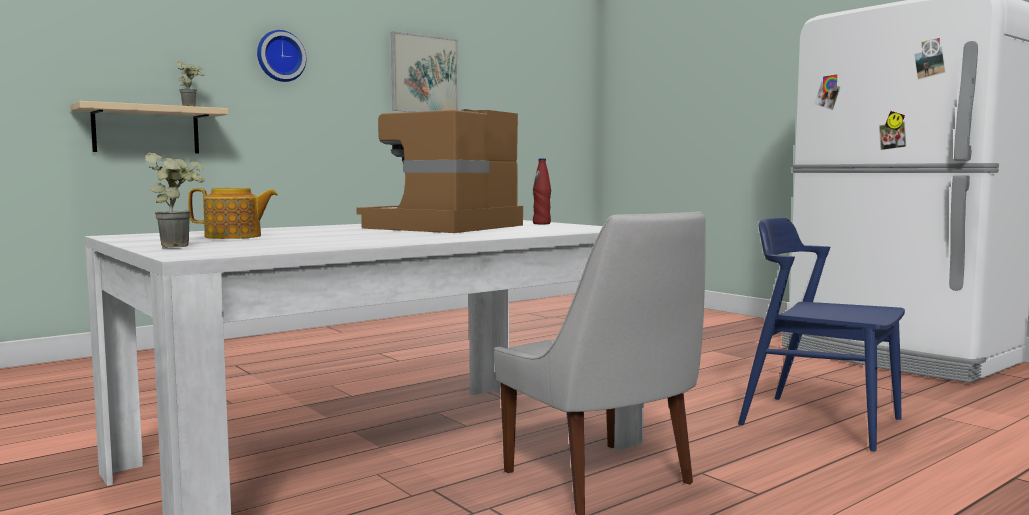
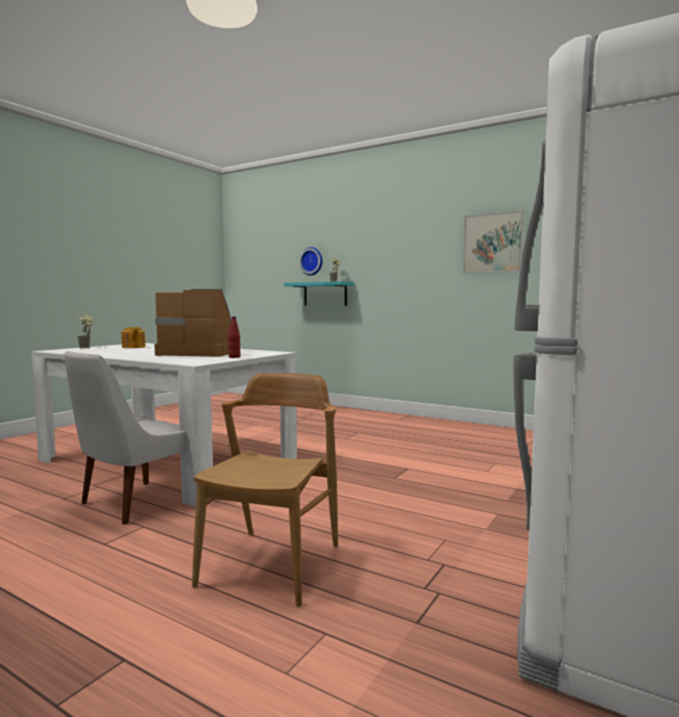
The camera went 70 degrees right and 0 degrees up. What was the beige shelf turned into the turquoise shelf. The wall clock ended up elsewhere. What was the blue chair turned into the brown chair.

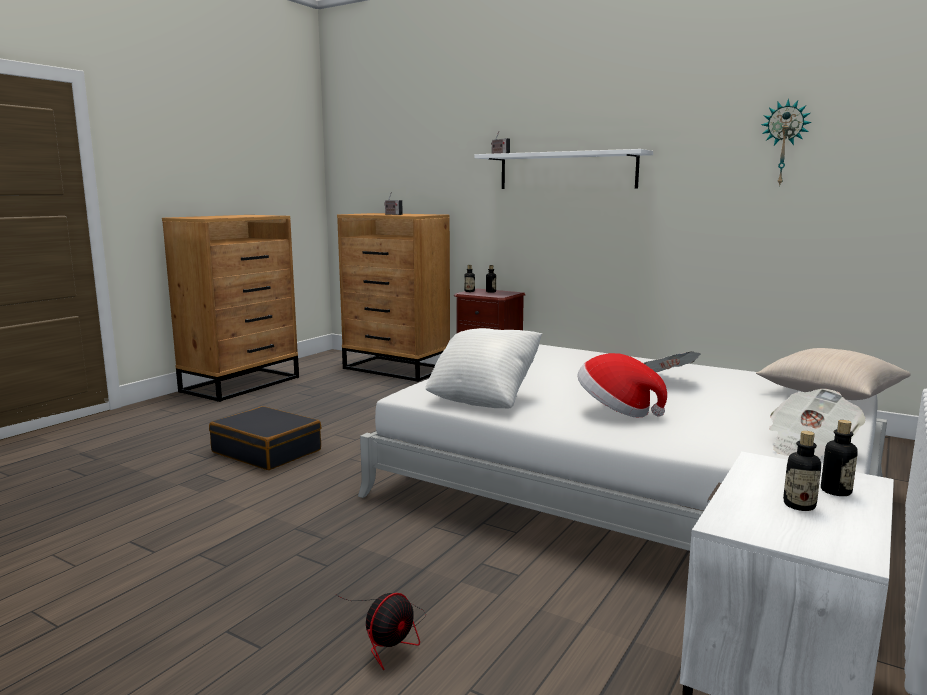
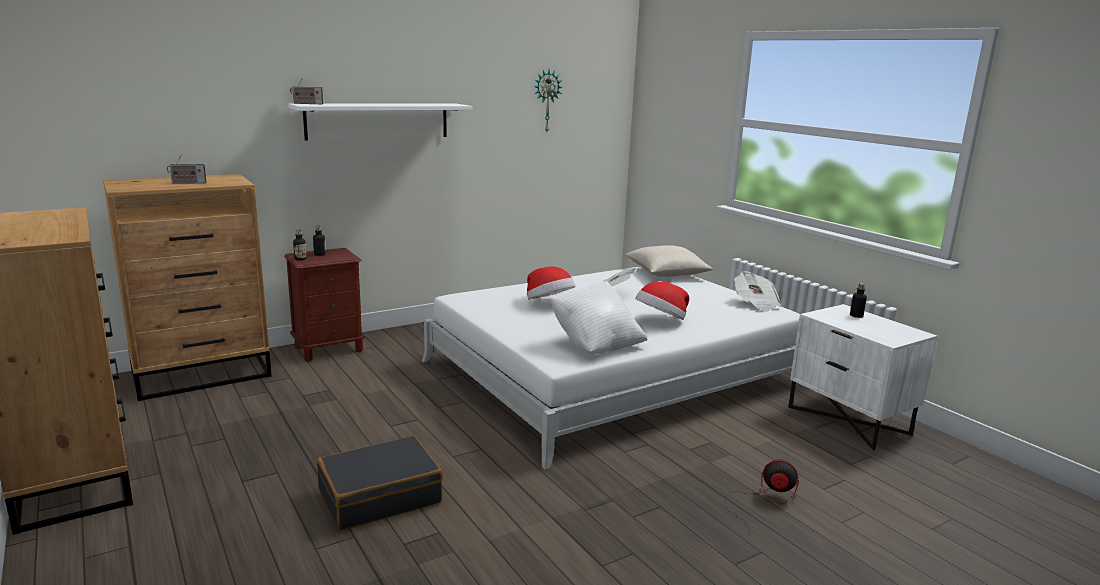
The camera went 65 degrees left and 5 degrees up. The fan ended up facing another way, 45 degrees counterclockwise from before. The second view lost the bottle (3rd from left). The second view gained the hat (1st from left).

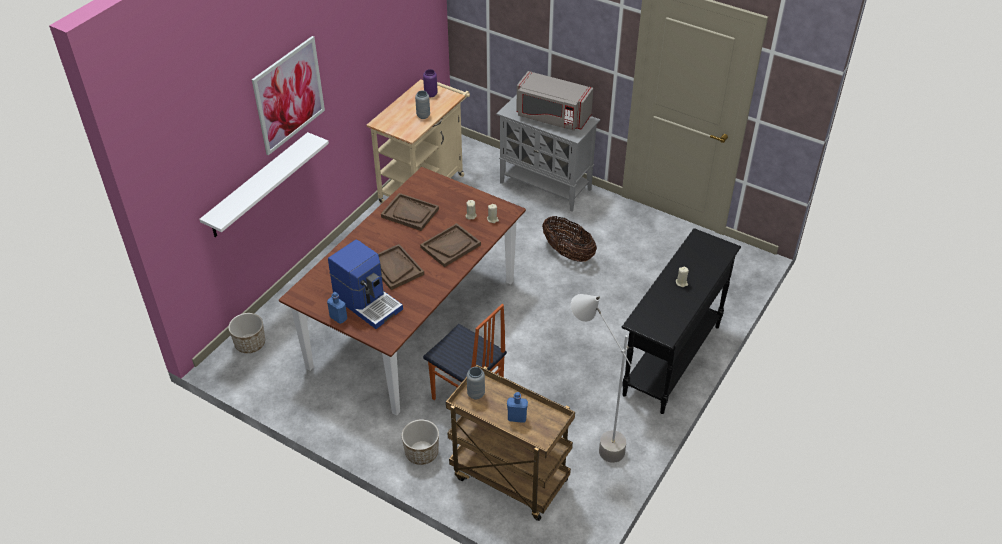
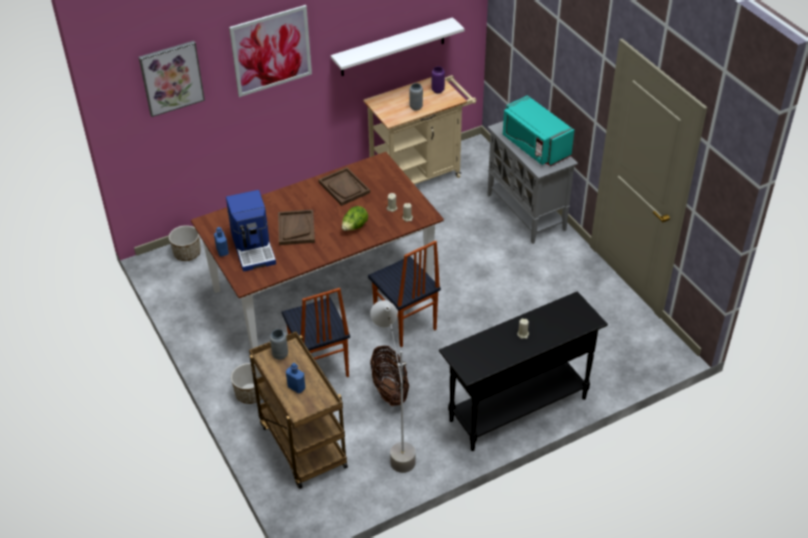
The camera went 30 degrees right and 0 degrees up. The white shelf ended up elsewhere. Where the brown tray (3rd from left) stood, the lettuce came to stand. What was the grey microwave turned into the turquoise microwave. The basket ended up elsewhere. The second view gained the picture (1st from left). The second view gained the chair (2nd from left).

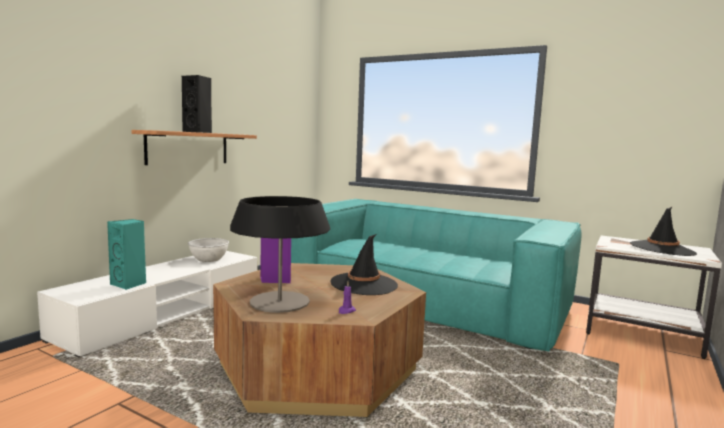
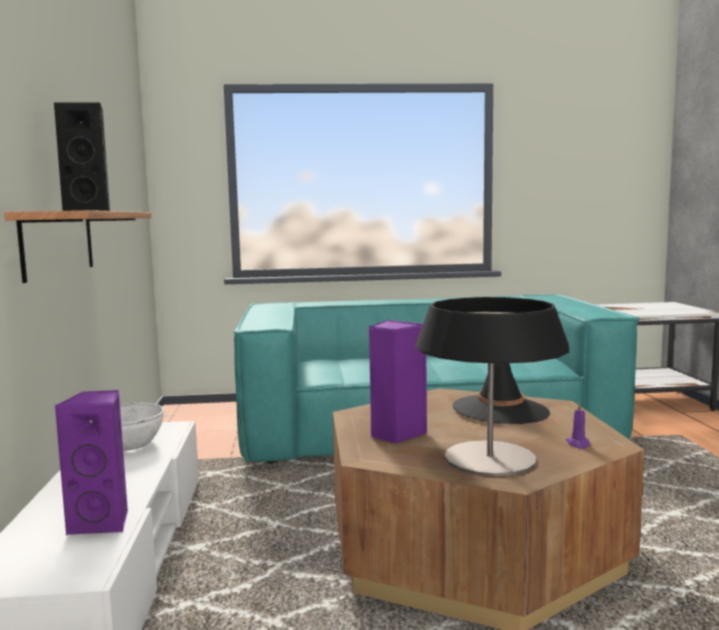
The camera went 35 degrees left and 0 degrees up. What was the turquoise speaker turned into the purple speaker (1st from left). The second view lost the black hat (2nd from left).

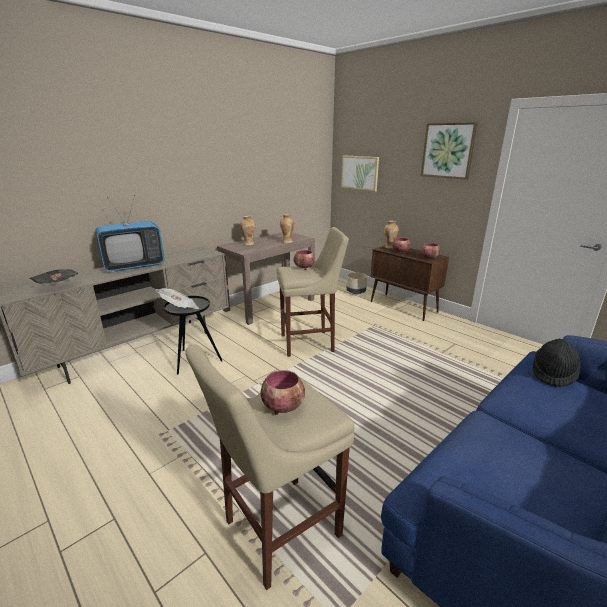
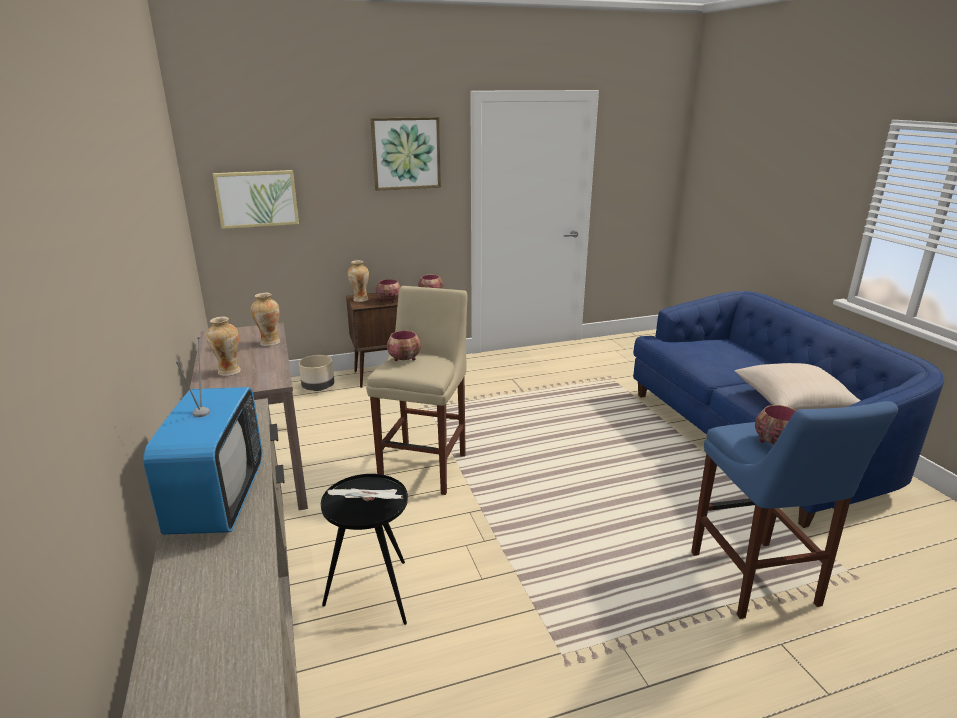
The camera went 65 degrees left and 0 degrees up. The second view lost the newspaper (1st from left). What was the beige stool (1st from left) turned into the blue stool. The second view lost the black hat. The second view gained the beige pillow.

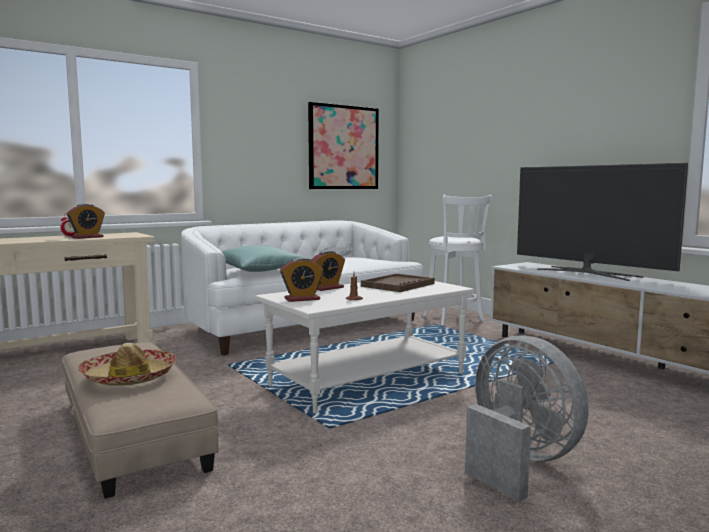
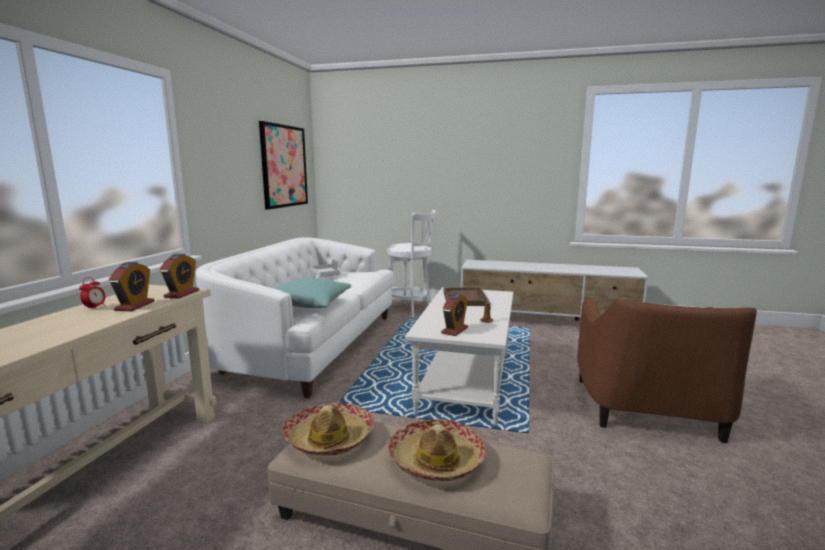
The camera went 40 degrees left and 5 degrees up. The alarm clock (4th from left in the first image) ended up elsewhere. Where the grey fan stood, the brown armchair came to stand. The second view lost the television. The second view gained the hat (1st from left).

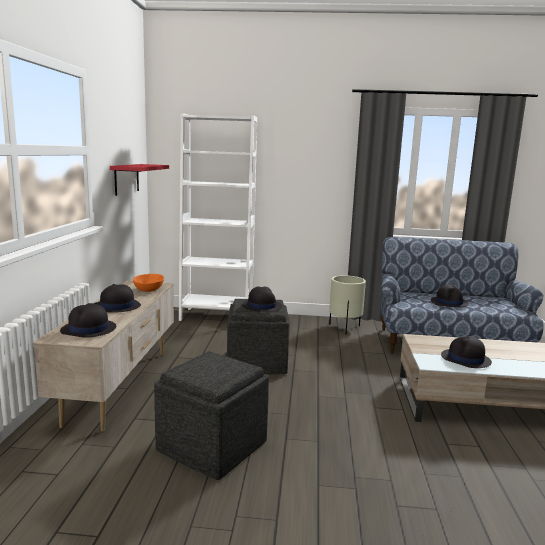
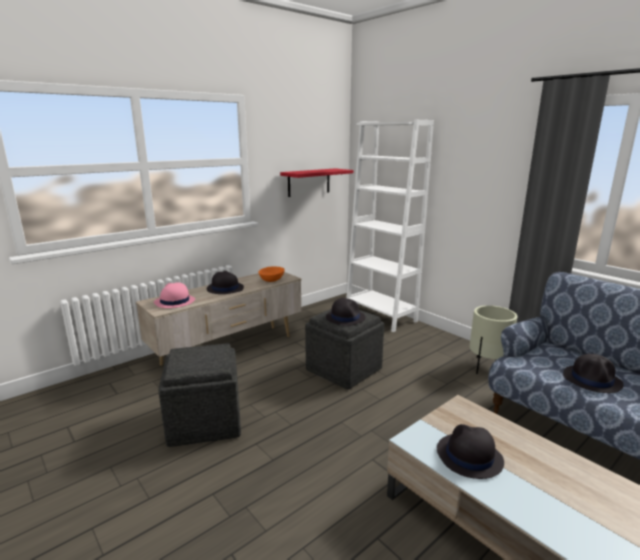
The camera went 45 degrees right and 5 degrees up. What was the black hat (1st from left) turned into the pink hat.

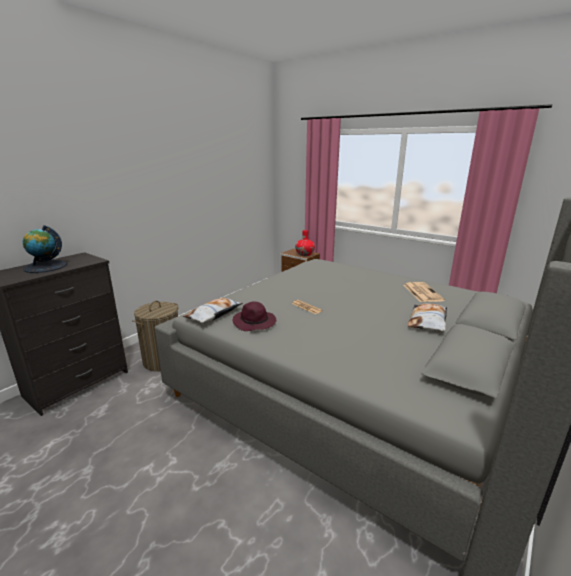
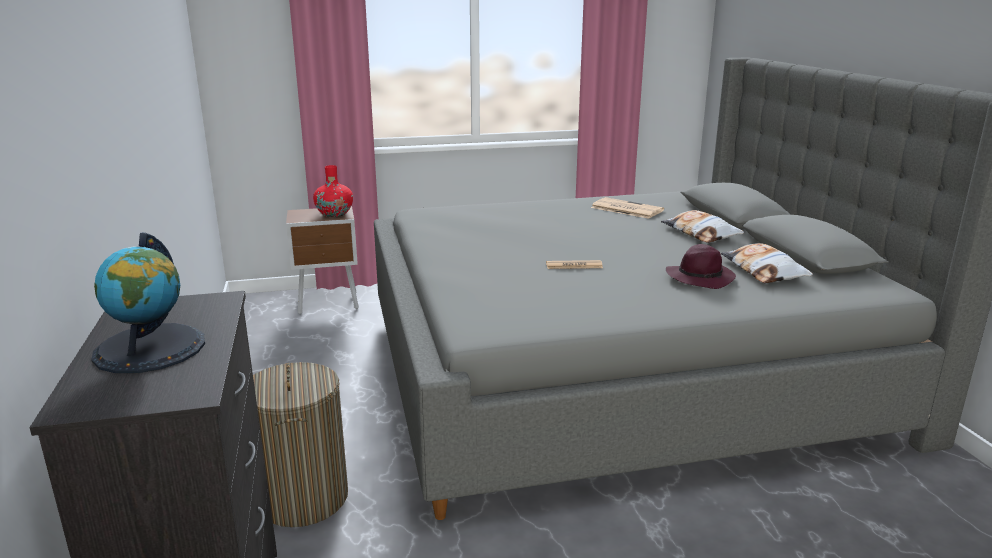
The camera went 50 degrees left and 0 degrees up. The pillow (1st from left in the first image) ended up elsewhere. The purple hat ended up elsewhere.

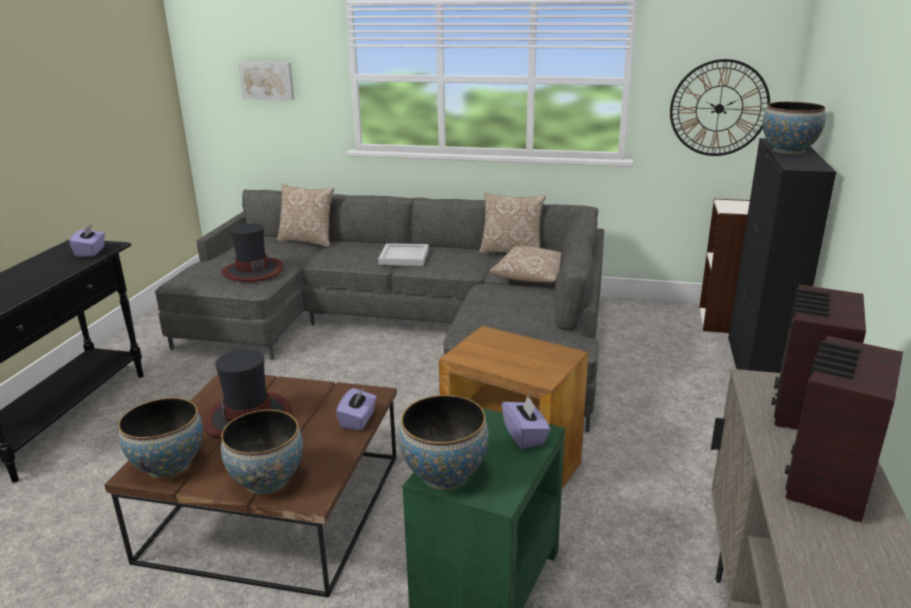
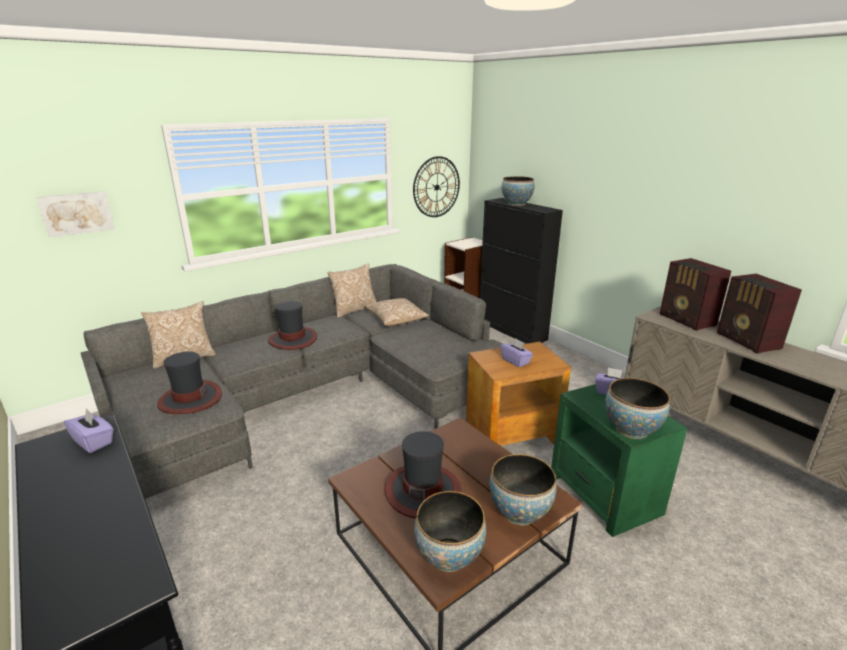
The camera went 50 degrees left and 0 degrees up. The purple tissue box (2nd from left) ended up elsewhere. Where the white tray stood, the hat (2nd from left) came to stand.

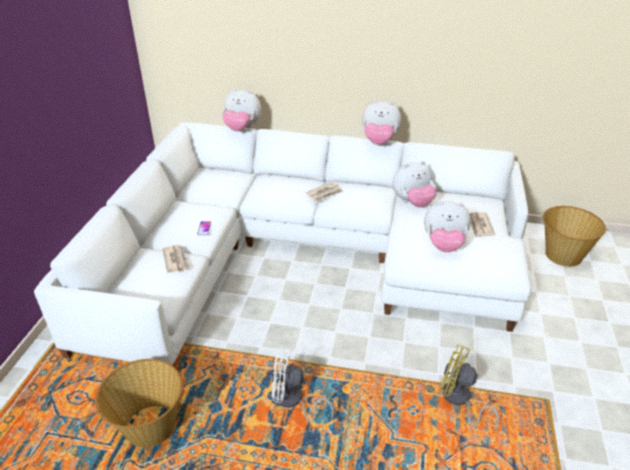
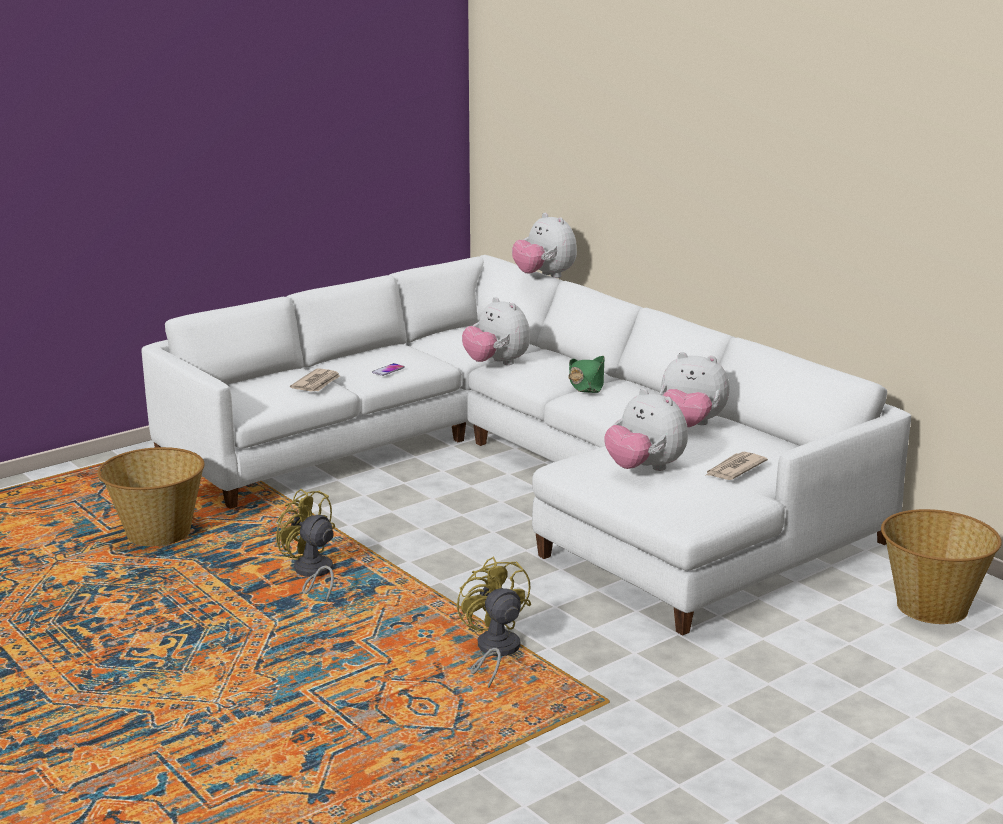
The camera went 40 degrees right and 15 degrees down. What was the white fan turned into the yellow fan (1st from left). Where the newspaper (2nd from left) stood, the green hat came to stand. The plush toy (2nd from left in the first image) ended up elsewhere.

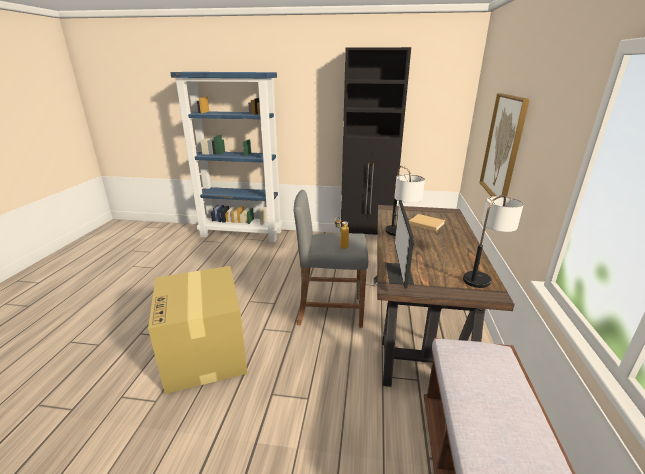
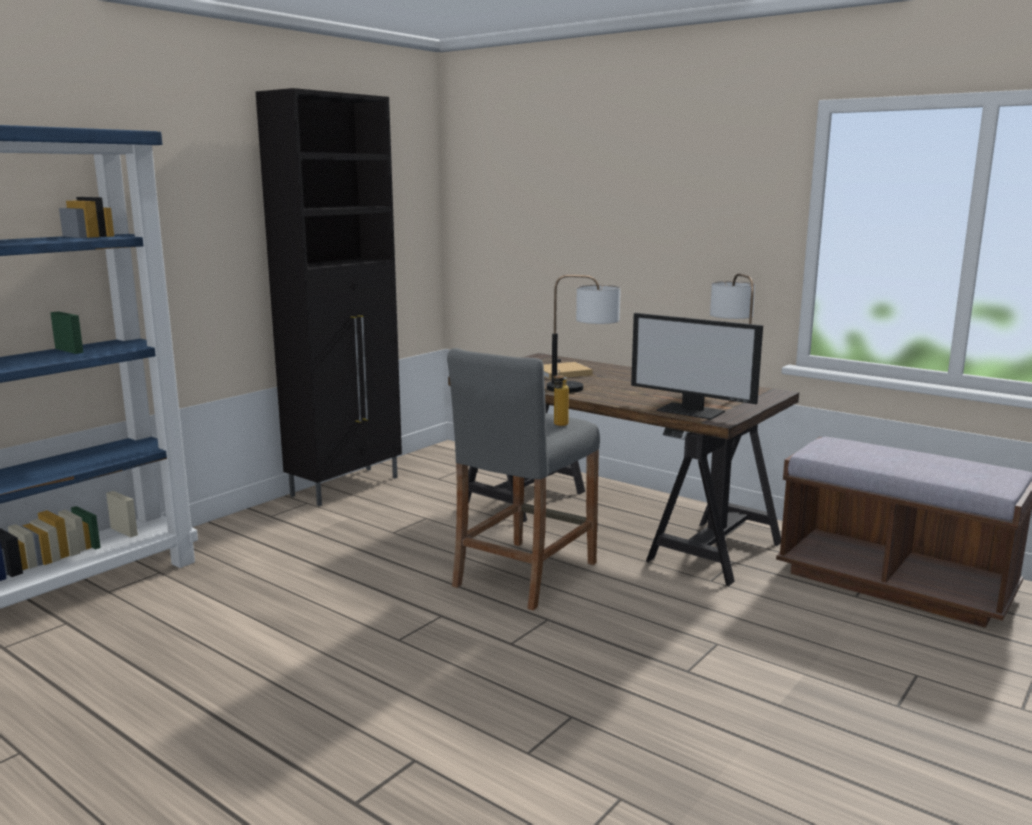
The camera went 60 degrees left and 10 degrees down. The second view lost the cardboard box. The second view lost the picture.

